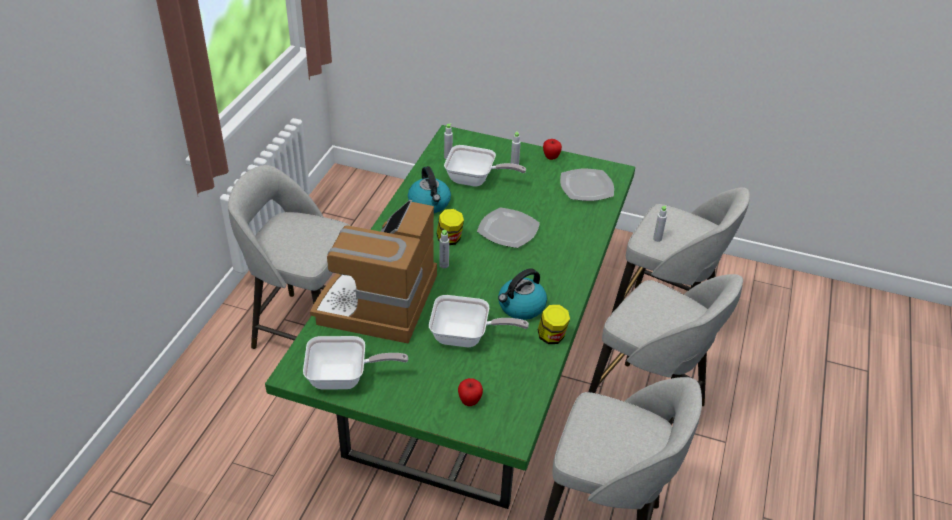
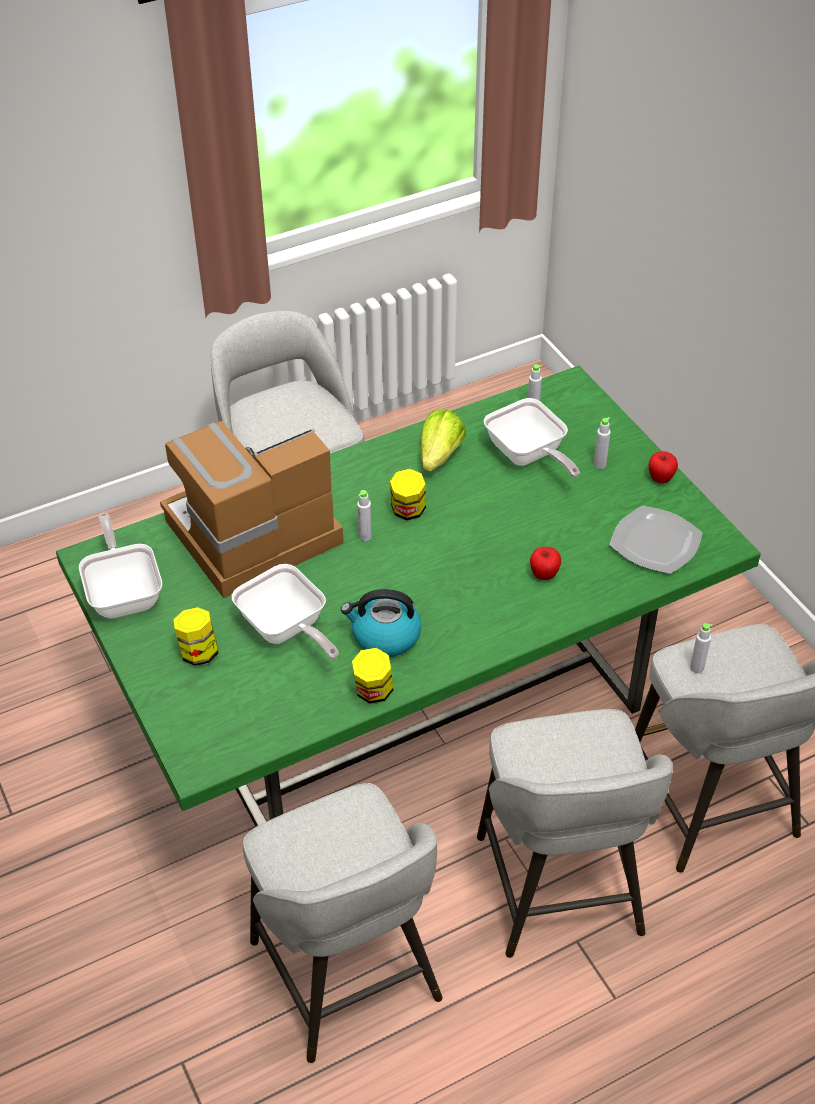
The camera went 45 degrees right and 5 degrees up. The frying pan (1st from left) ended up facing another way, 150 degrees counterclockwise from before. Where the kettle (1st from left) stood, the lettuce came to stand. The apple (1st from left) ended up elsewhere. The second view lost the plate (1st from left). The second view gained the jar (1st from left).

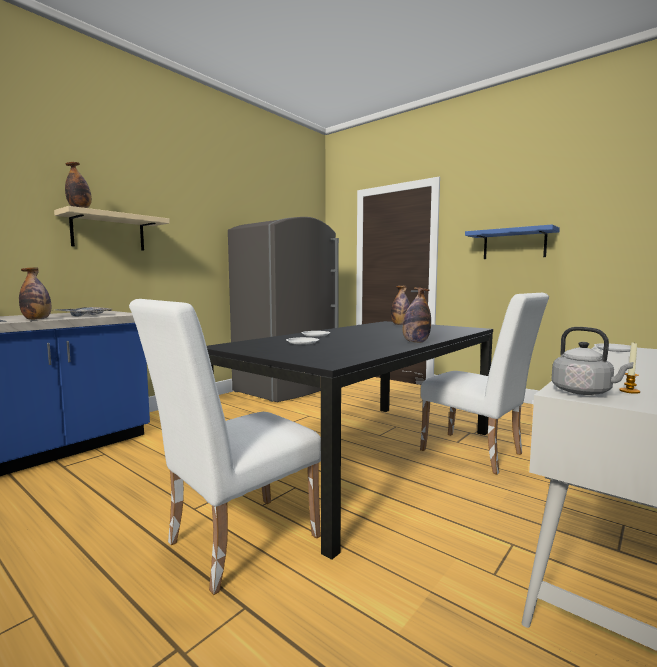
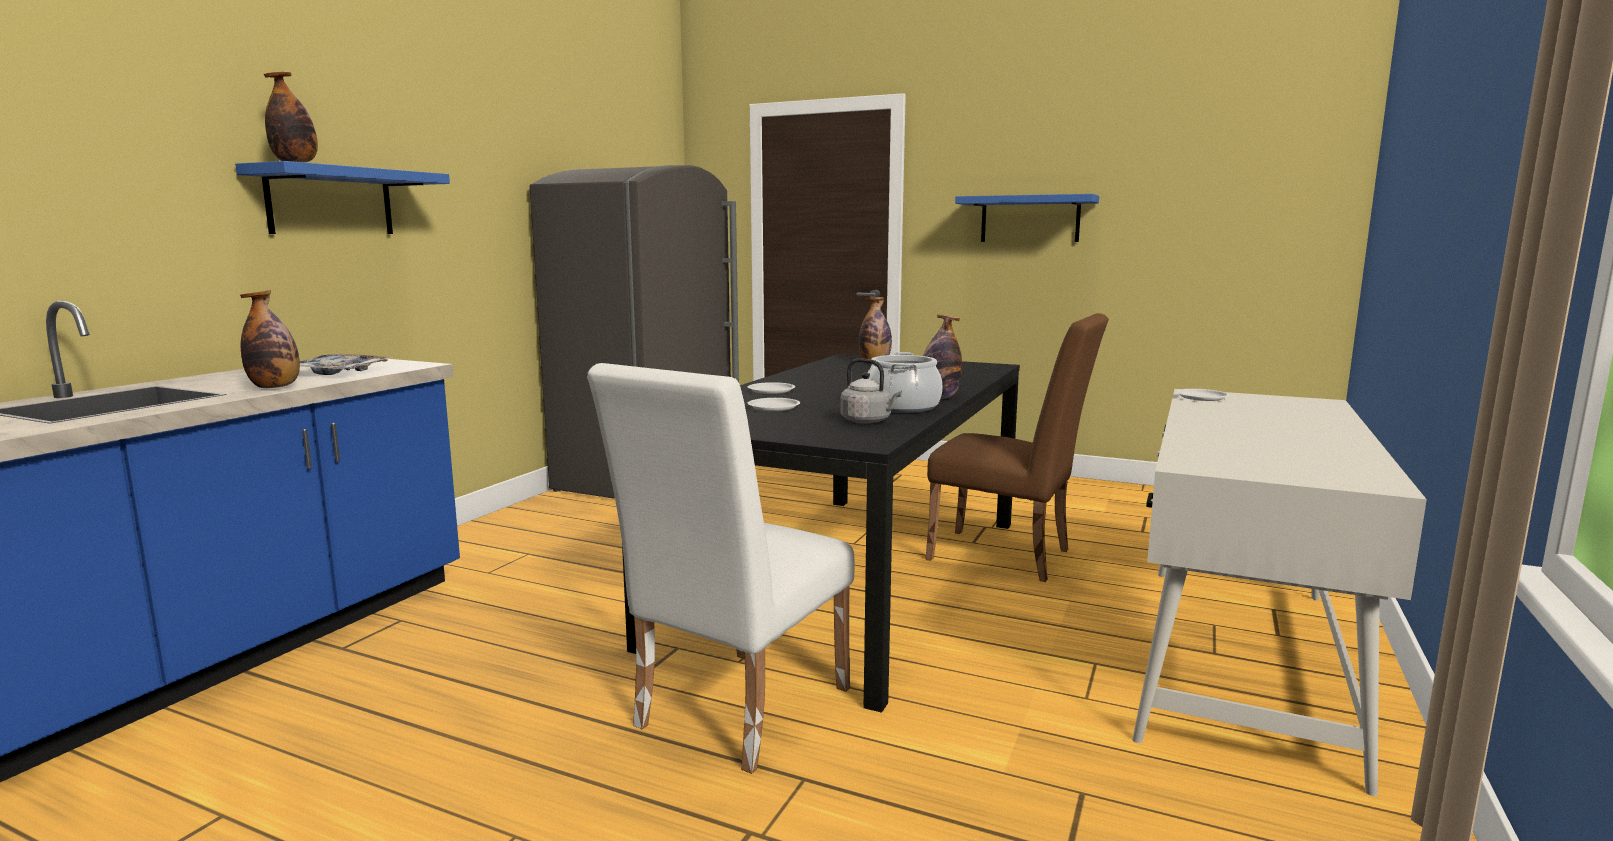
The camera went 15 degrees left and 5 degrees up. What was the beige shelf turned into the blue shelf (1st from left). What was the white chair (2nd from left) turned into the brown chair. The grey kettle ended up elsewhere. The second view lost the candle. The second view gained the cooking pot.

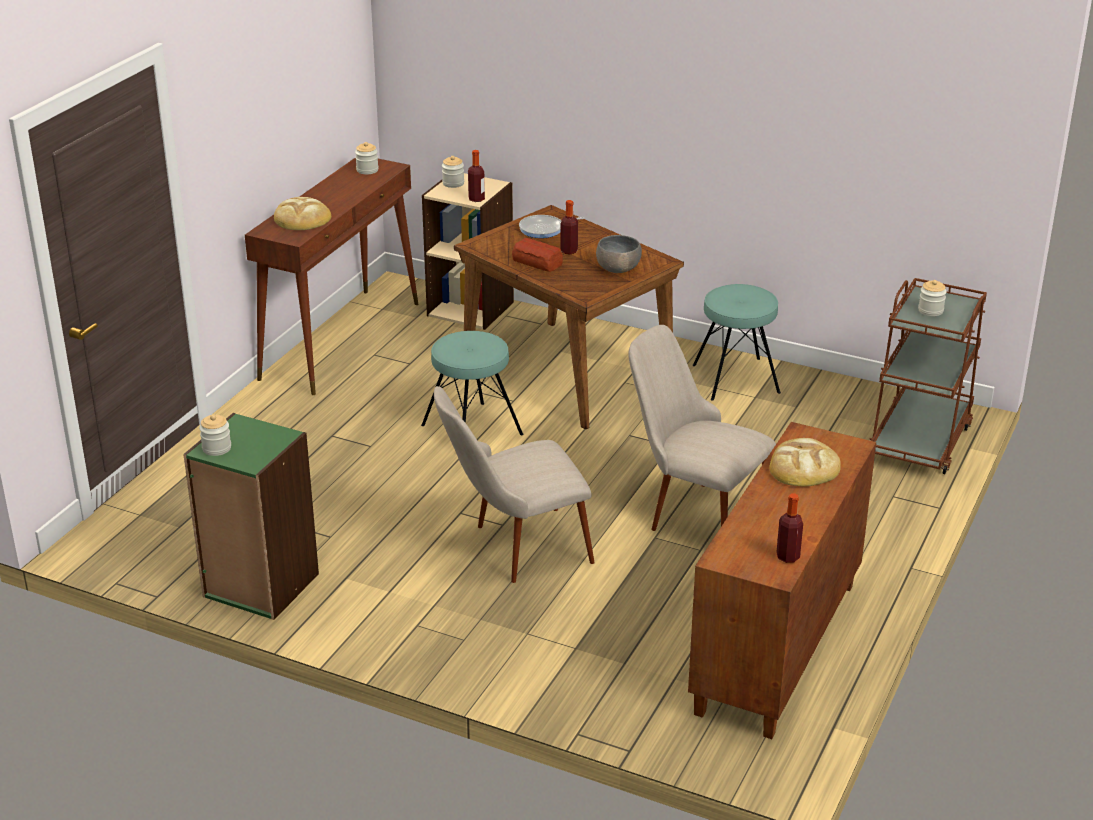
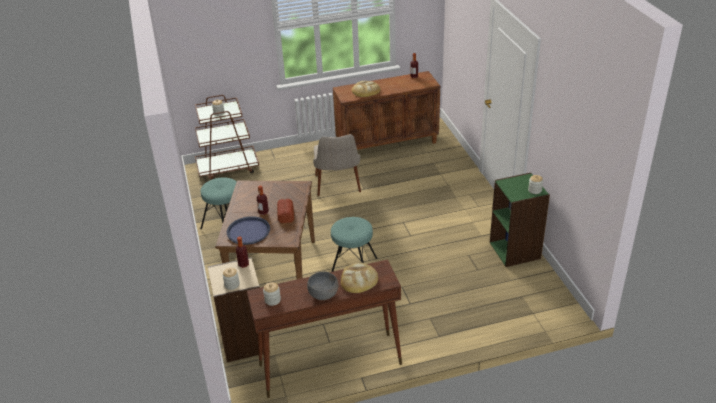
The camera went 130 degrees left and 5 degrees up. The second view lost the beige chair (1st from left). Where the frying pan stood, the blue tray came to stand. The grey bowl ended up elsewhere.

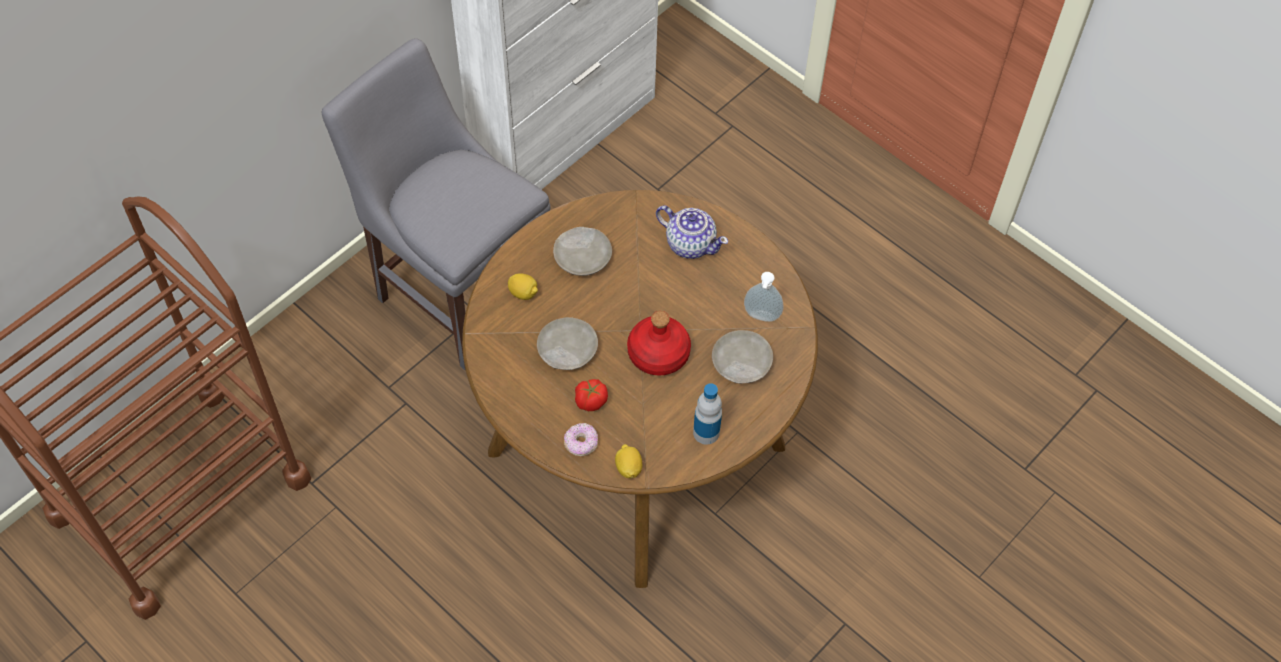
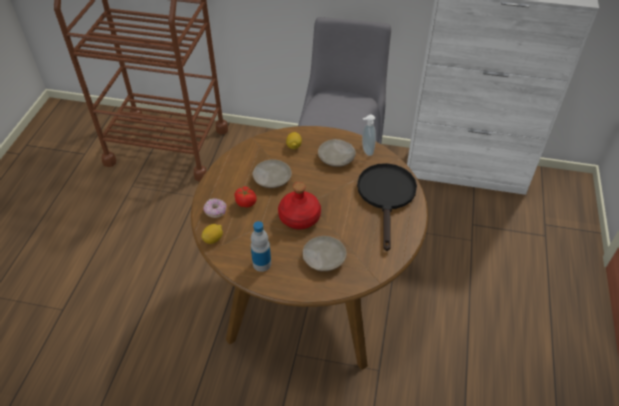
The camera went 60 degrees right and 10 degrees down. Where the teapot stood, the black frying pan came to stand. The soap dispenser ended up elsewhere.

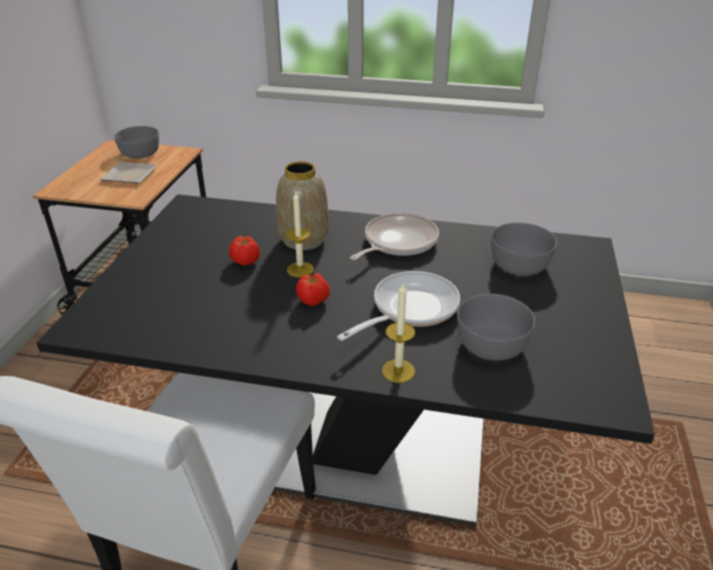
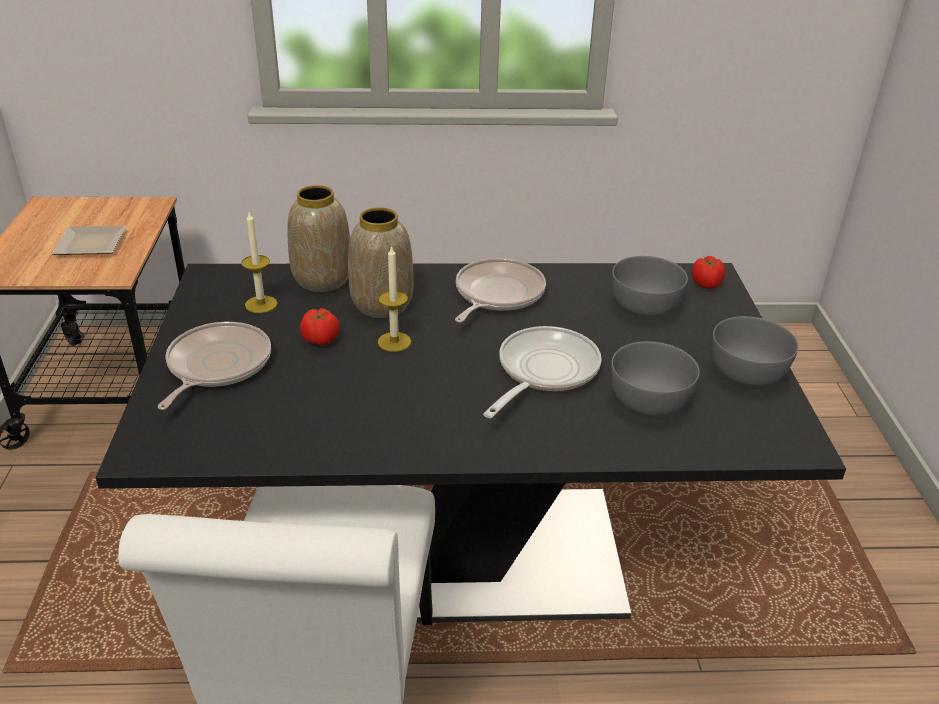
The camera went 15 degrees left and 0 degrees up. The grey bowl (1st from left in the first image) ended up elsewhere. The tomato (2nd from left) ended up elsewhere. The candle (2nd from left in the first image) ended up elsewhere. The second view gained the frying pan (1st from left). The second view gained the vase (1st from left).

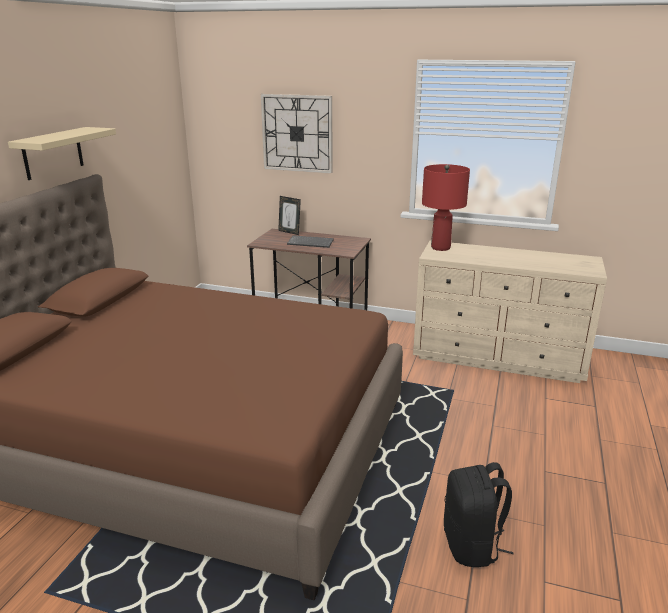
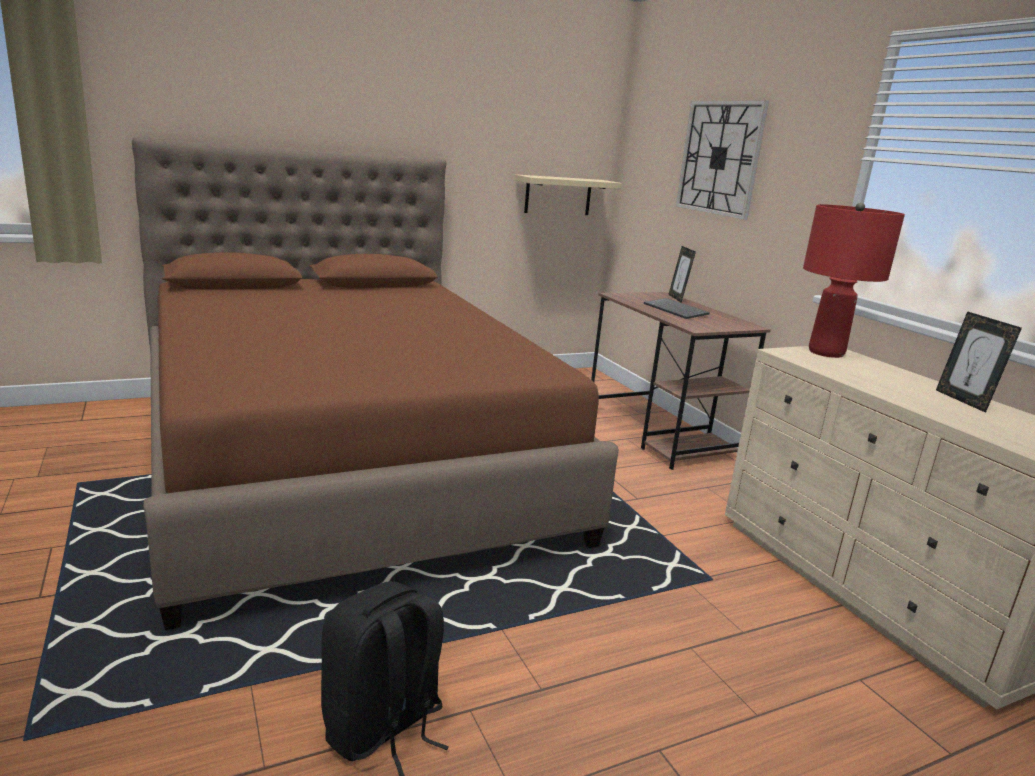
The camera went 45 degrees right and 5 degrees down. The beige shelf ended up elsewhere. The second view gained the picture frame (2nd from left).

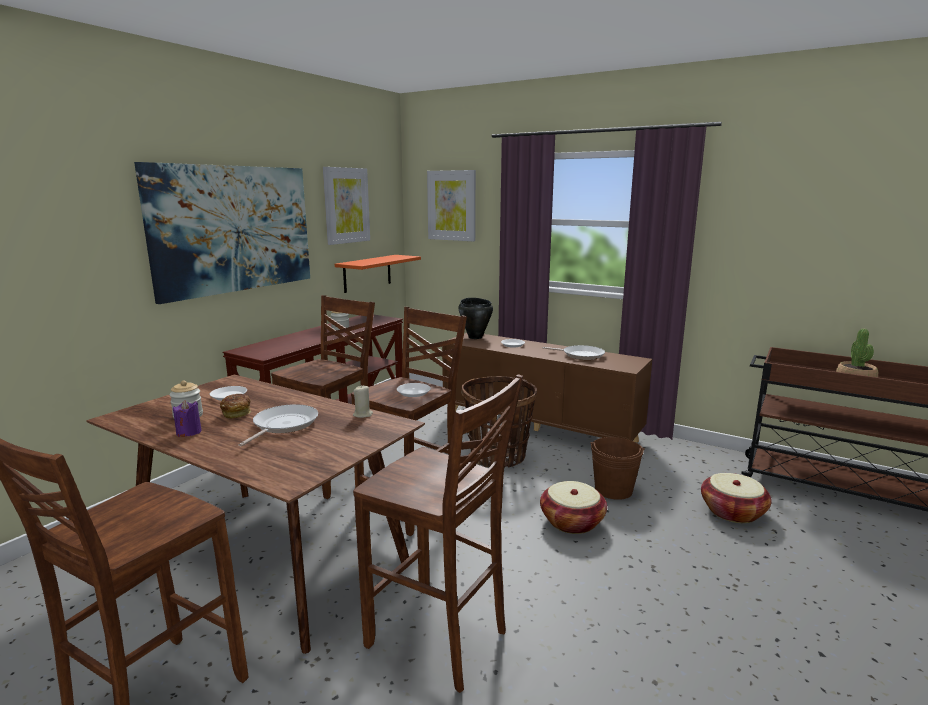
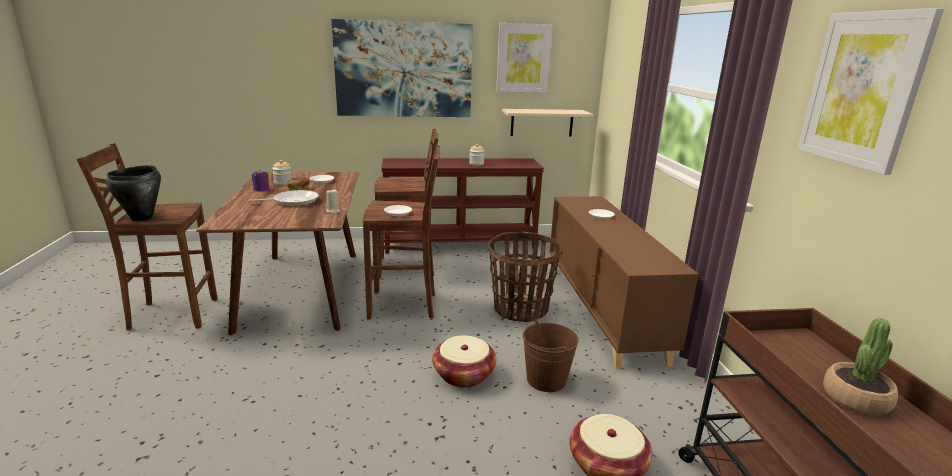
The camera went 50 degrees right and 5 degrees up. What was the orange shelf turned into the beige shelf. The second view lost the brown stool (4th from left). The picture (3rd from left) ended up elsewhere. The black cooking pot ended up elsewhere. The second view lost the frying pan (2nd from left).

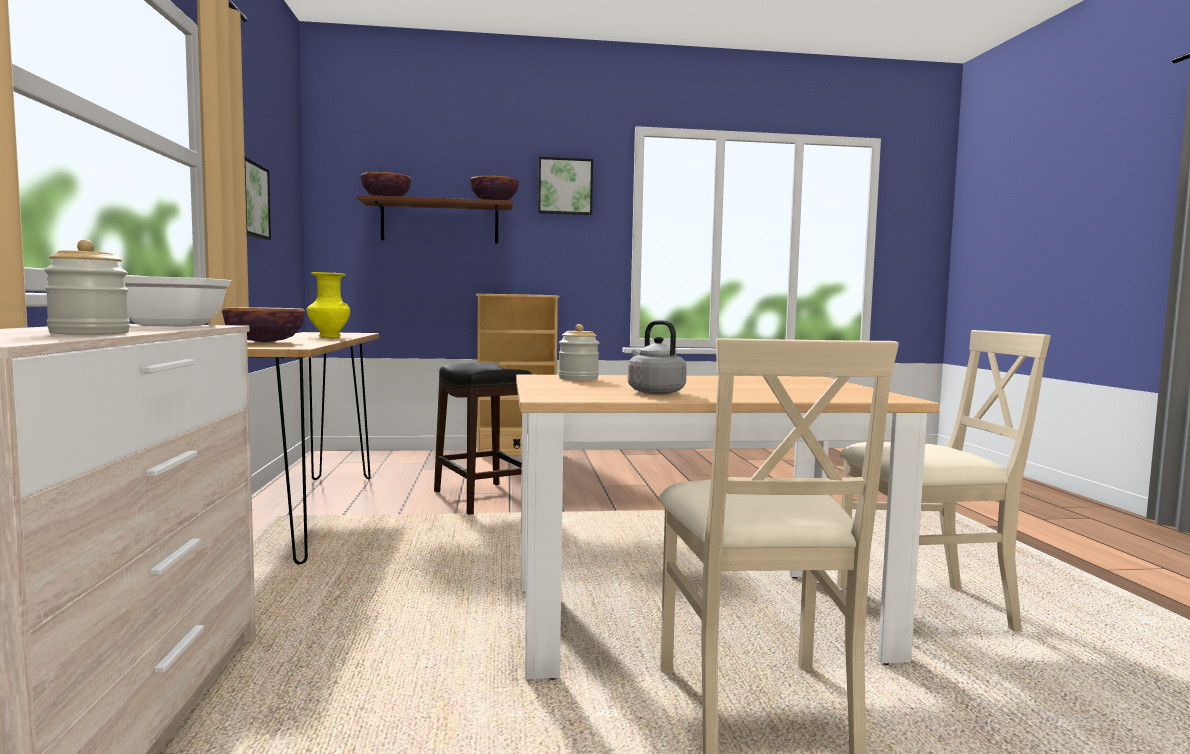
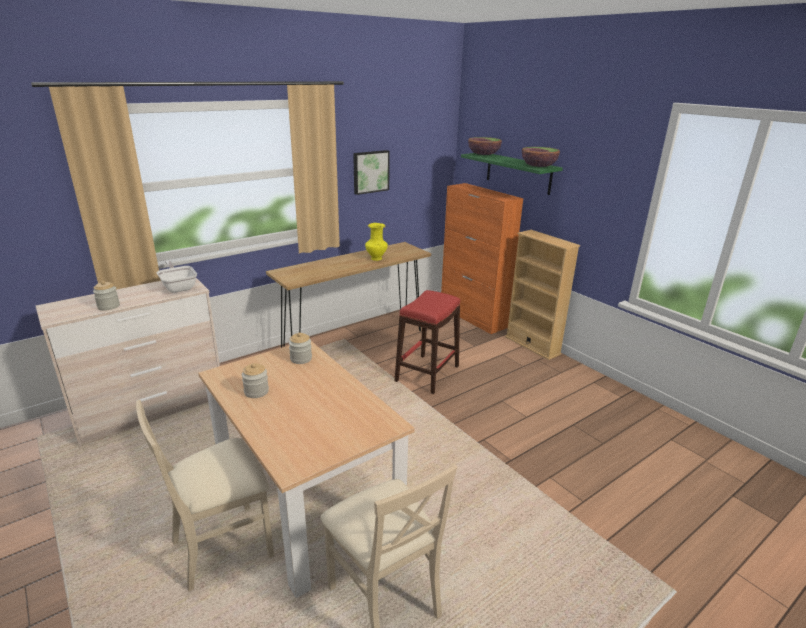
The camera went 60 degrees right and 20 degrees up. The second view lost the bowl (1st from left). What was the brown shelf turned into the green shelf. What was the black stool turned into the red stool. The second view lost the picture (2nd from left). Where the grey kettle stood, the jar (2nd from left) came to stand. The second view gained the orange cabinet.

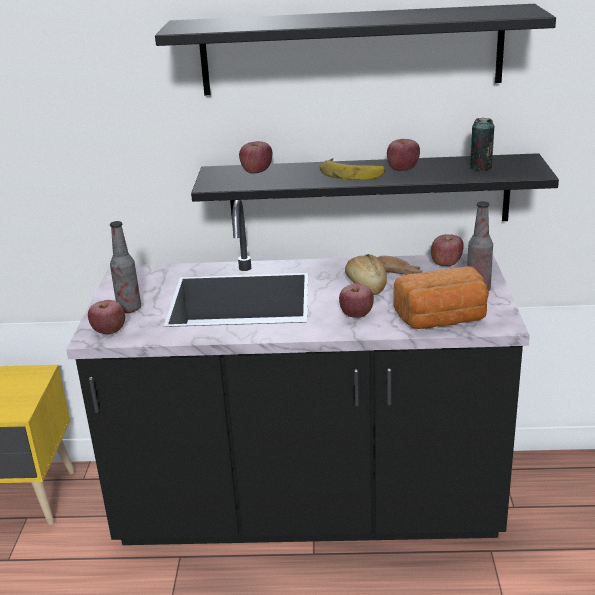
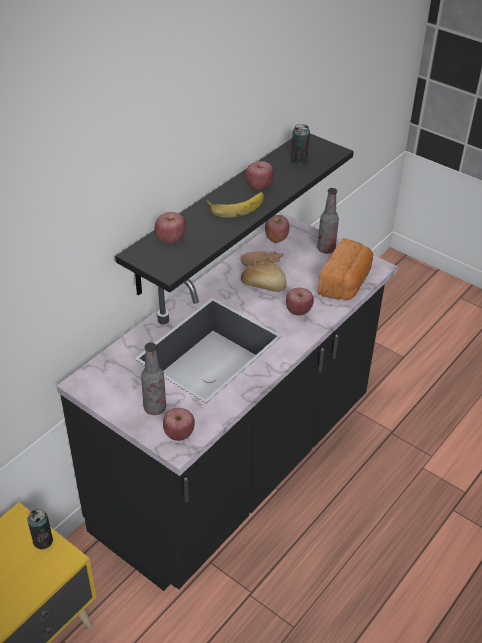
The camera went 55 degrees left and 15 degrees up. The second view lost the black shelf (1st from left). The second view gained the can (1st from left).

